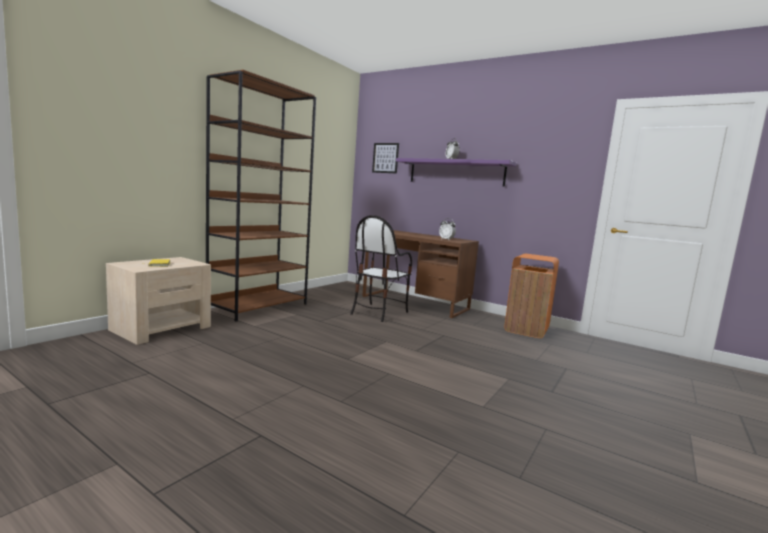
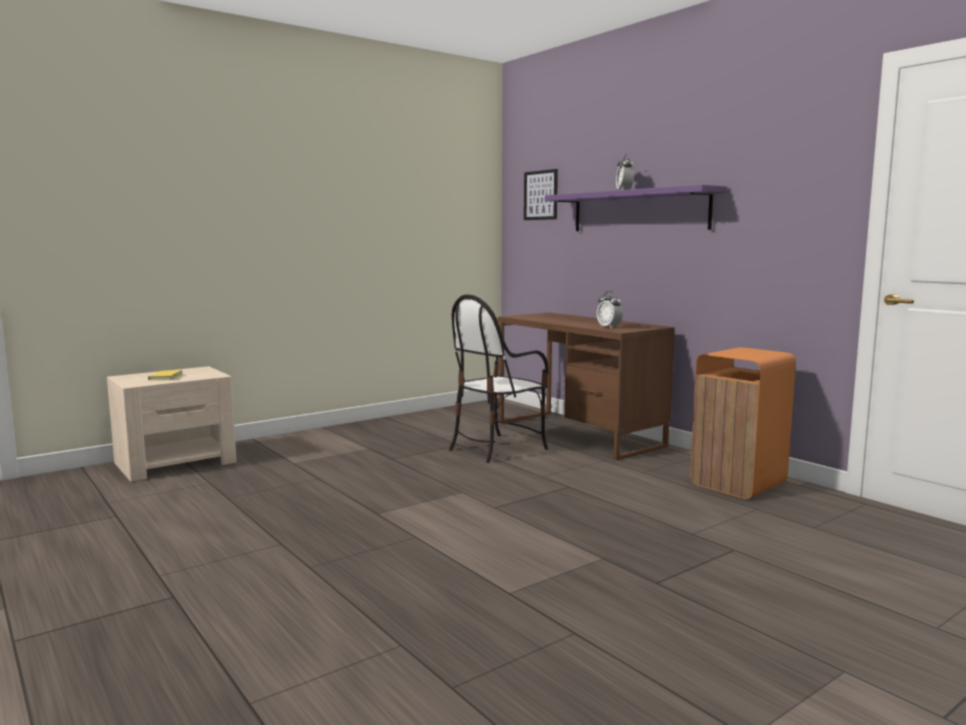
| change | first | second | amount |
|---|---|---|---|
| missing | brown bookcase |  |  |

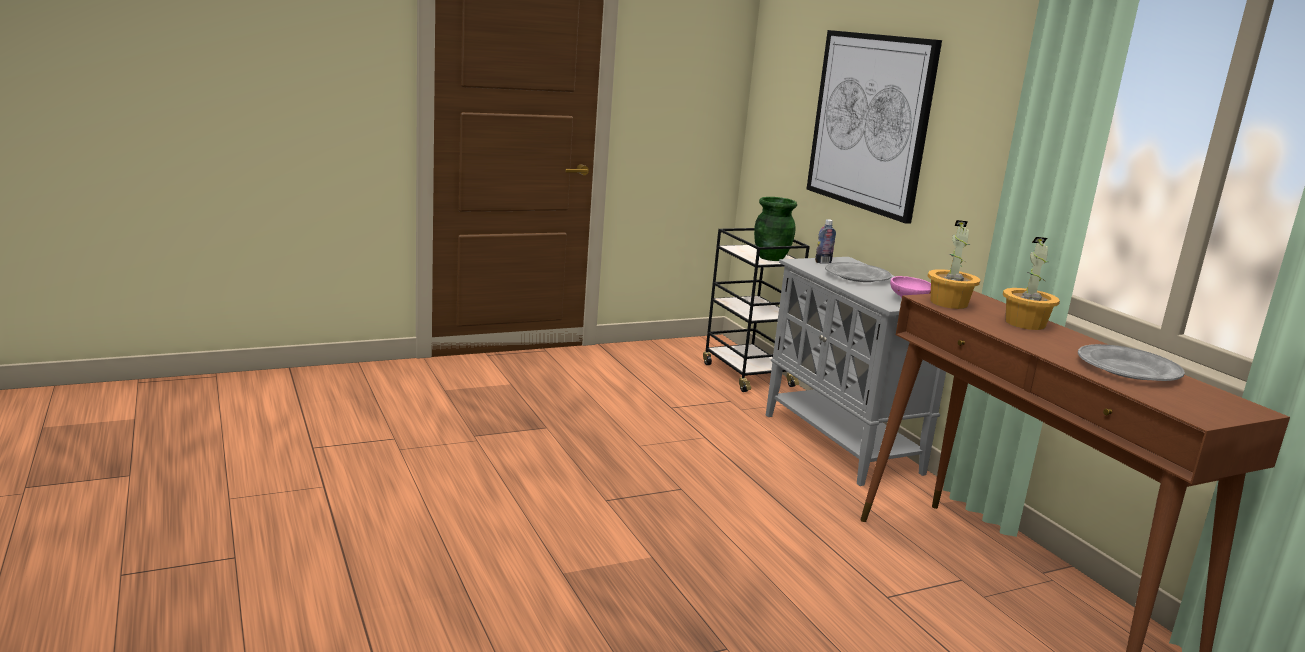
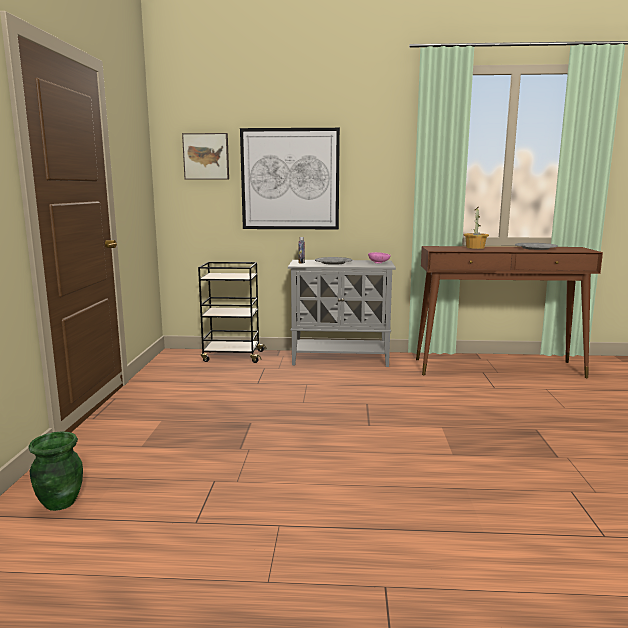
| change | first | second | amount |
|---|---|---|---|
| missing | potted plant (no. 1 from left) |  |  |
| appeared |  | picture (no. 1 from left) |  |
| relocated | greenish vase |  |  |

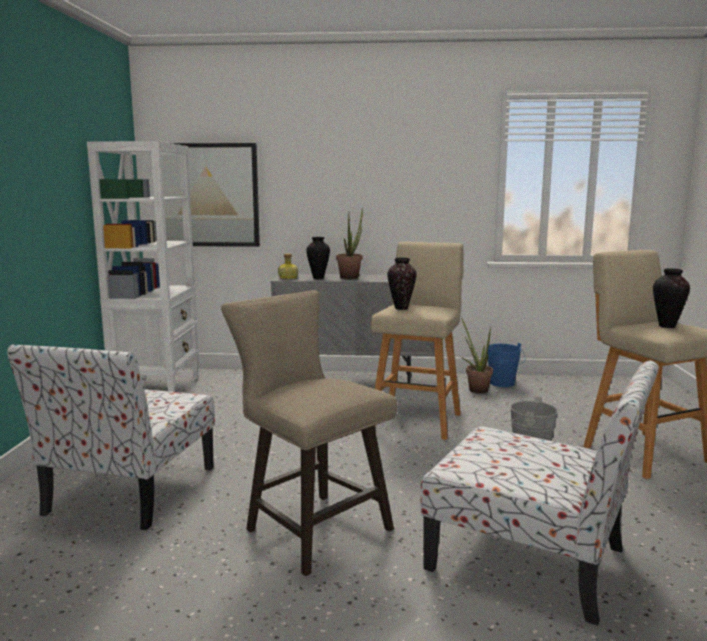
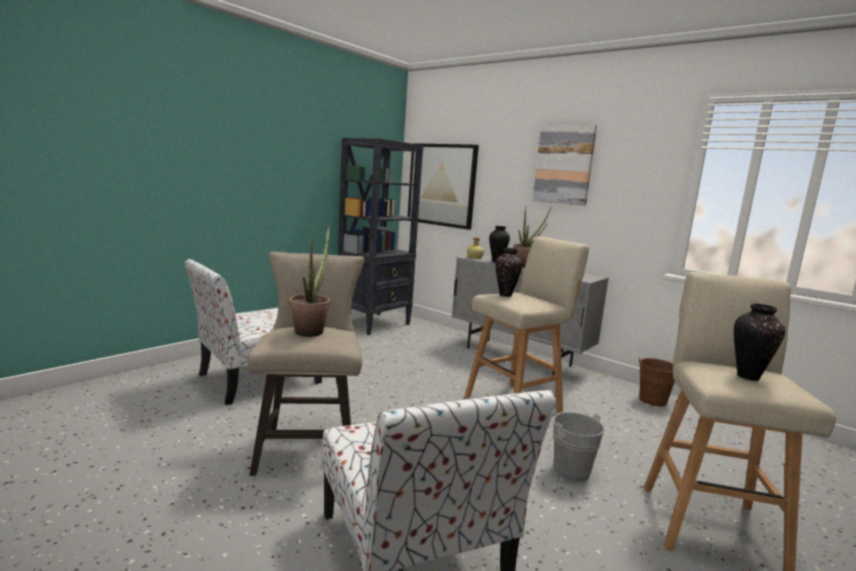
| change | first | second | amount |
|---|---|---|---|
| appeared |  | picture (no. 2 from left) |  |
| relocated | potted plant (no. 2 from left in the first image) | potted plant (no. 1 from left) |  |
| colour | white bookcase | blackish bookcase |  |
| colour | blue water bucket | brown water bucket |  |

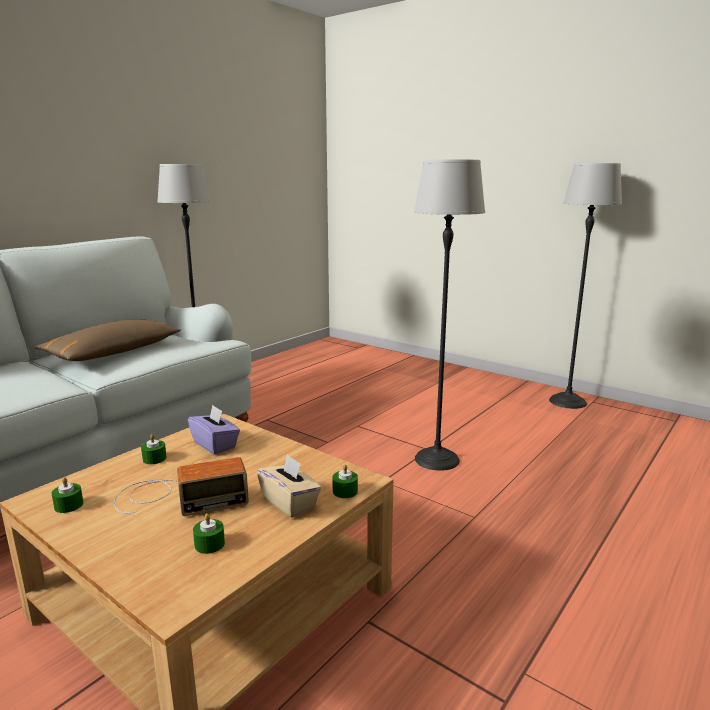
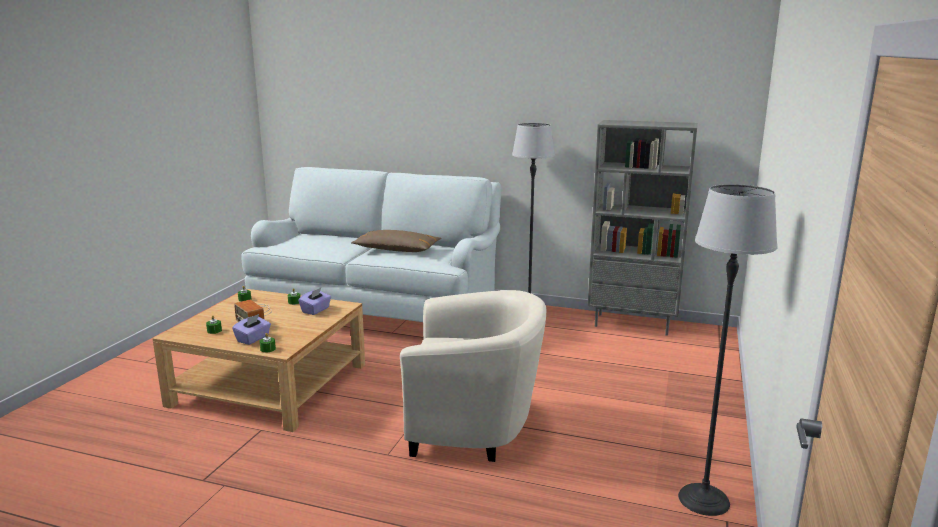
| change | first | second | amount |
|---|---|---|---|
| appeared |  | grey bookcase |  |
| exchanged | floor lamp (no. 2 from left) | beige-coloured armchair |  |
| colour | beige-coloured tissue holder | purple tissue holder (no. 1 from left) |  |

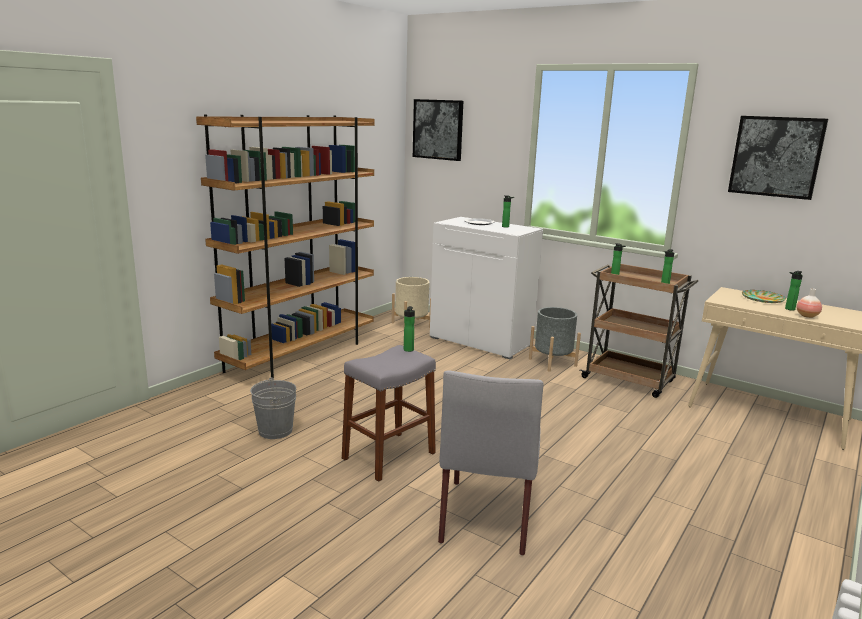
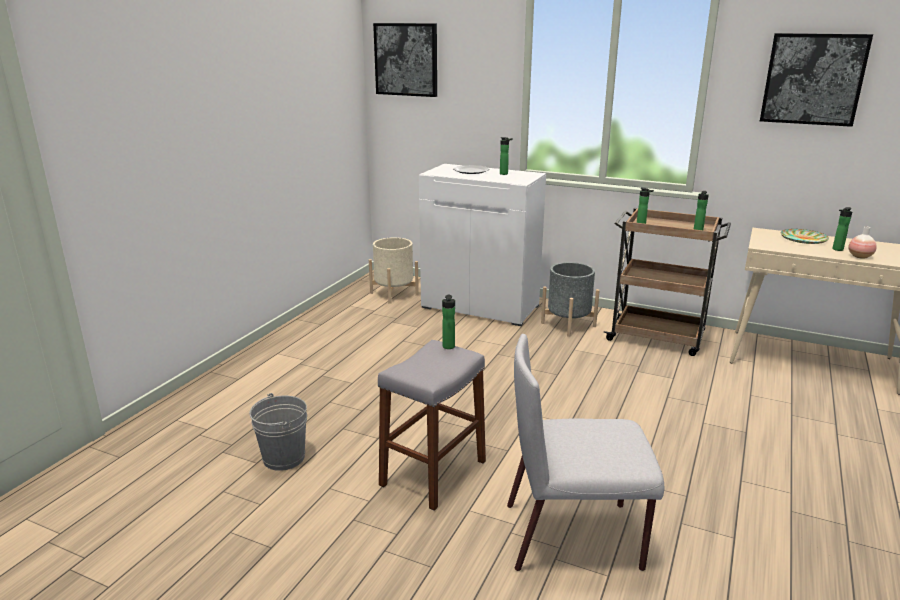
| change | first | second | amount |
|---|---|---|---|
| missing | brown bookcase |  |  |
| spun | grey chair |  | 90 degrees clockwise |

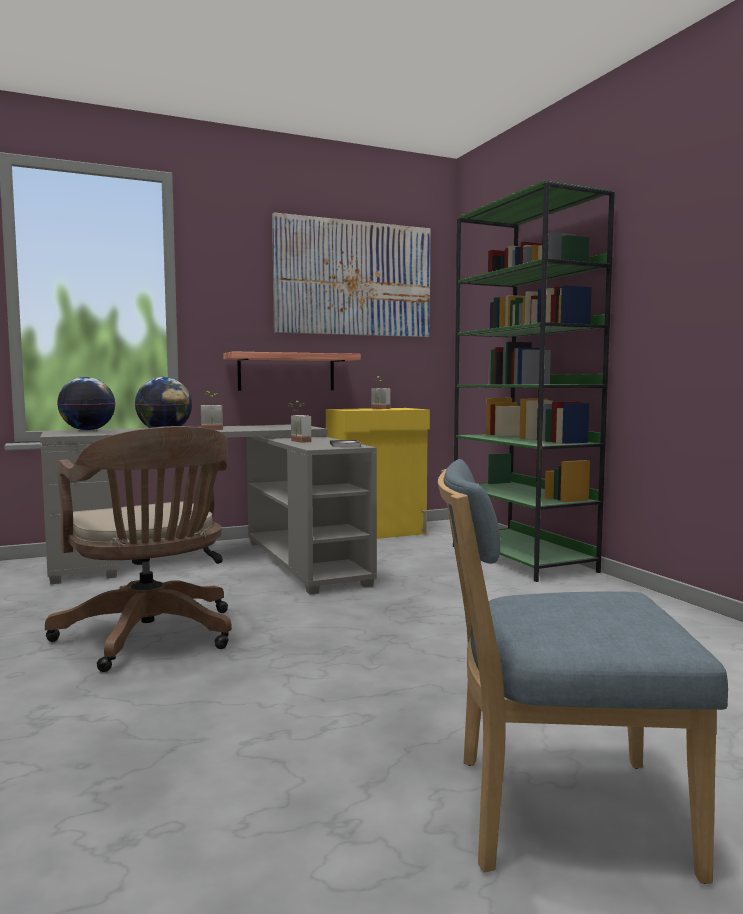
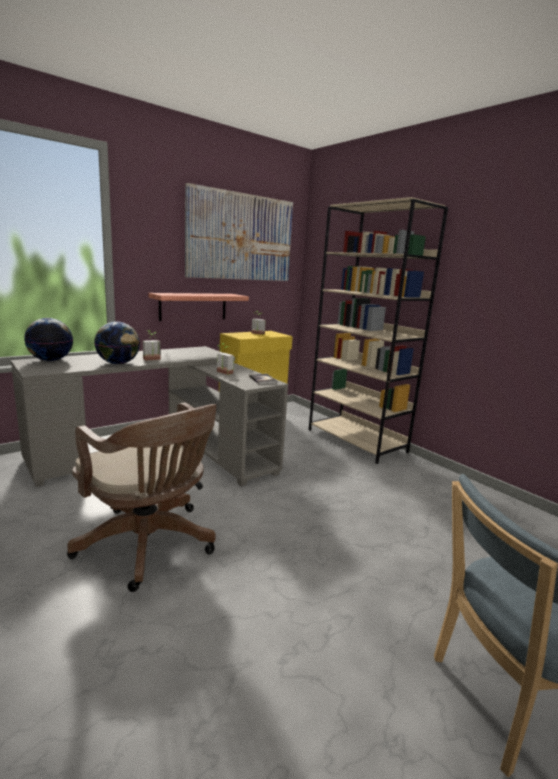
| change | first | second | amount |
|---|---|---|---|
| colour | greenish bookcase | beige-coloured bookcase |  |

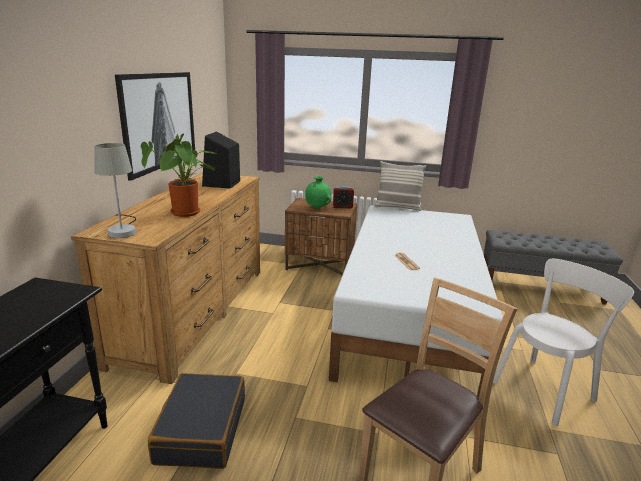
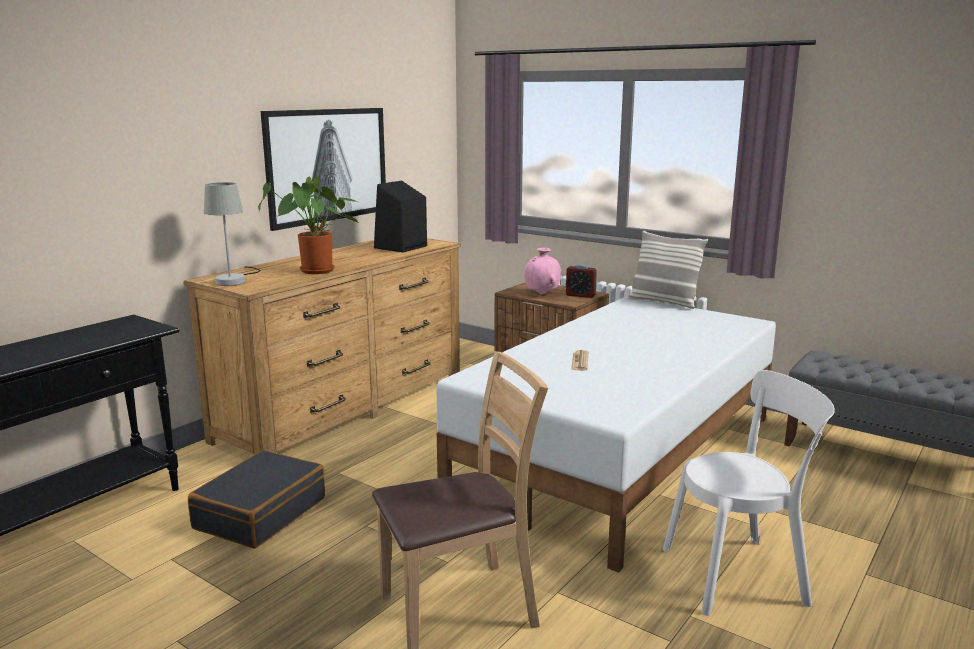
| change | first | second | amount |
|---|---|---|---|
| colour | greenish vase | pink-coloured vase |  |

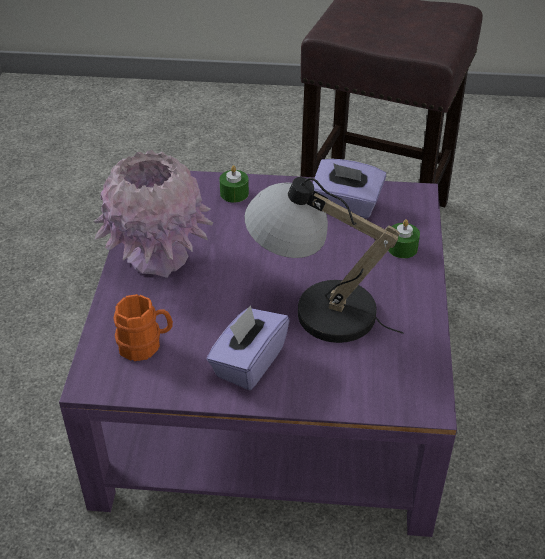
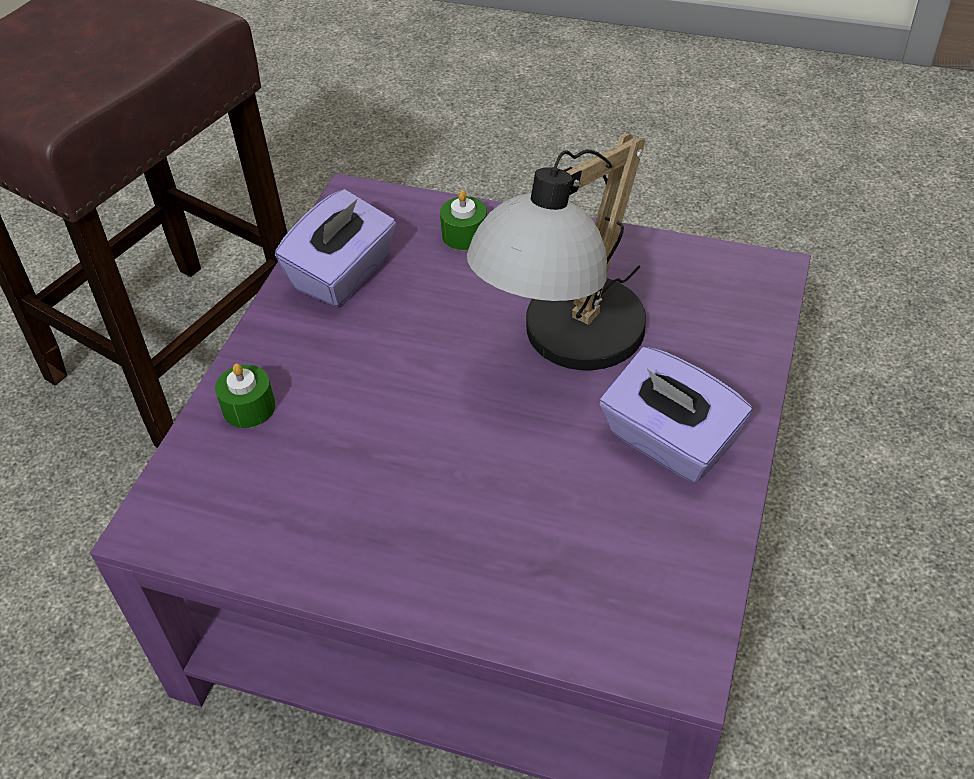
| change | first | second | amount |
|---|---|---|---|
| missing | pink-coloured vase |  |  |
| missing | orangey tea mug |  |  |

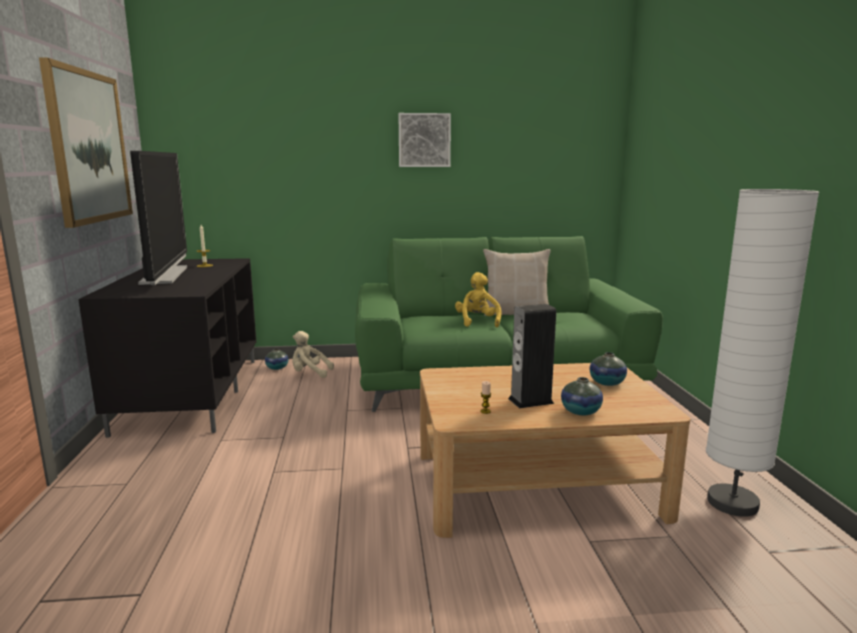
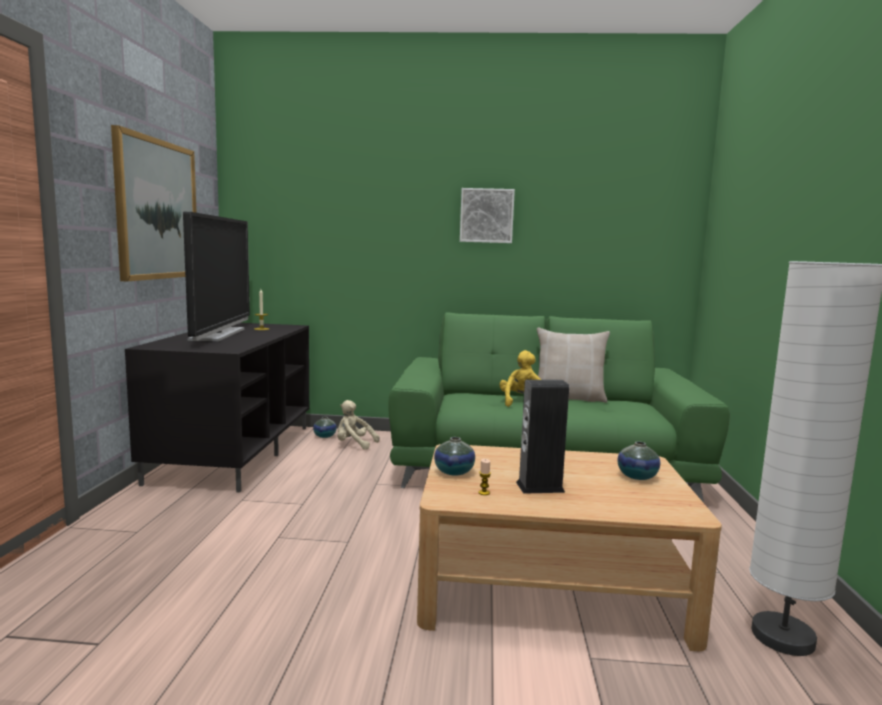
| change | first | second | amount |
|---|---|---|---|
| relocated | vase (no. 2 from left) |  |  |

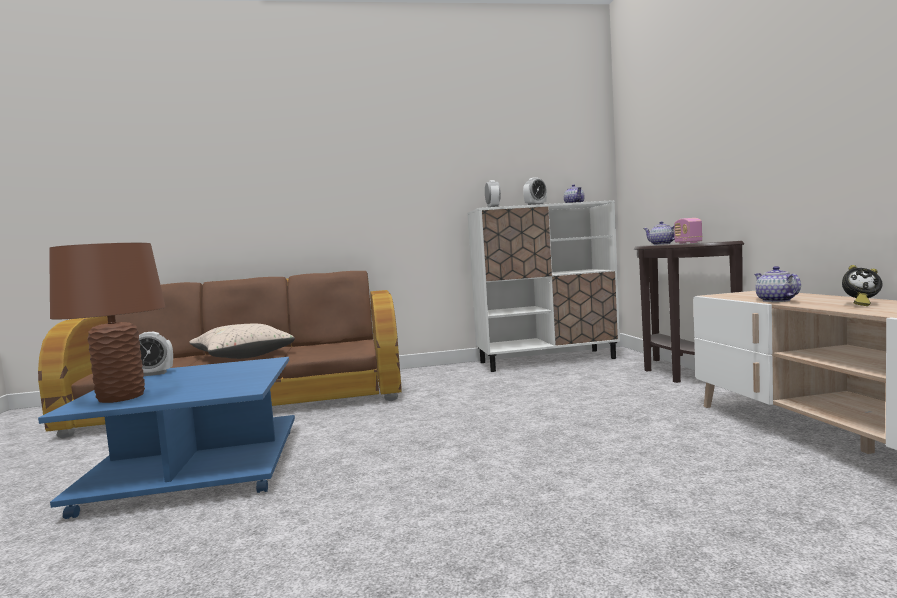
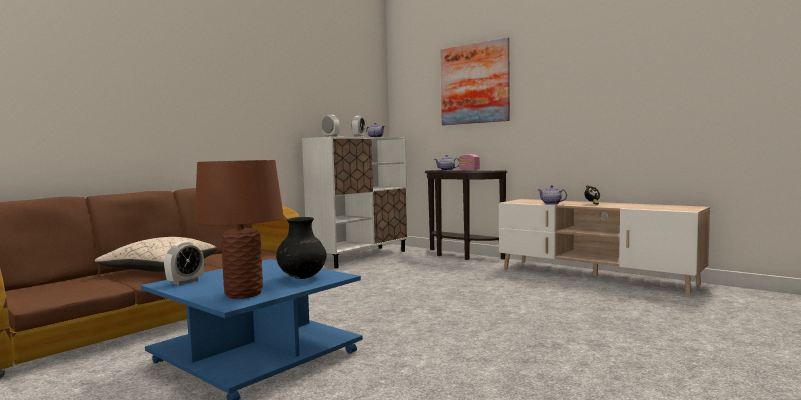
| change | first | second | amount |
|---|---|---|---|
| appeared |  | blackish vase |  |
| appeared |  | picture |  |

